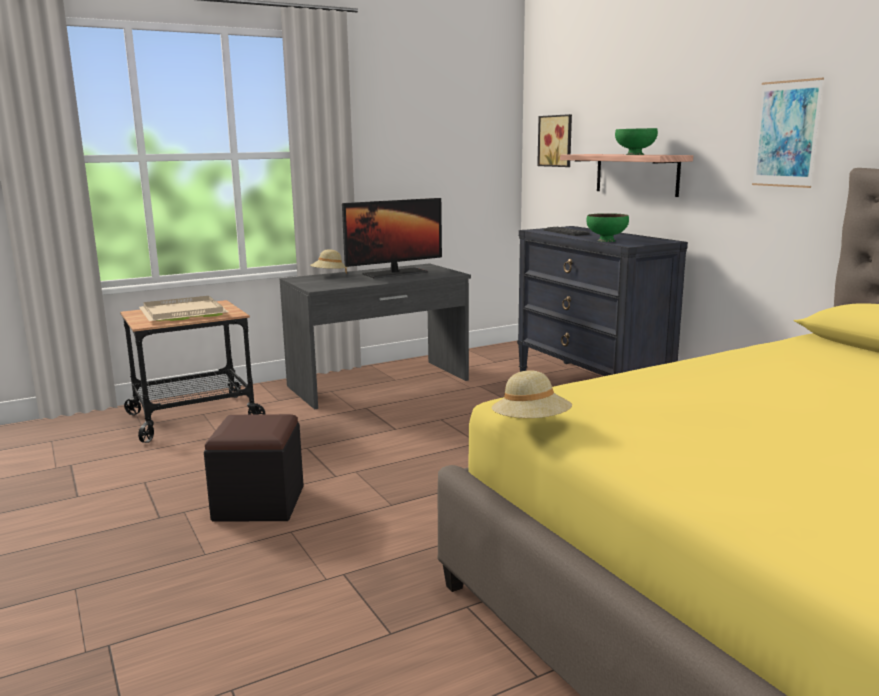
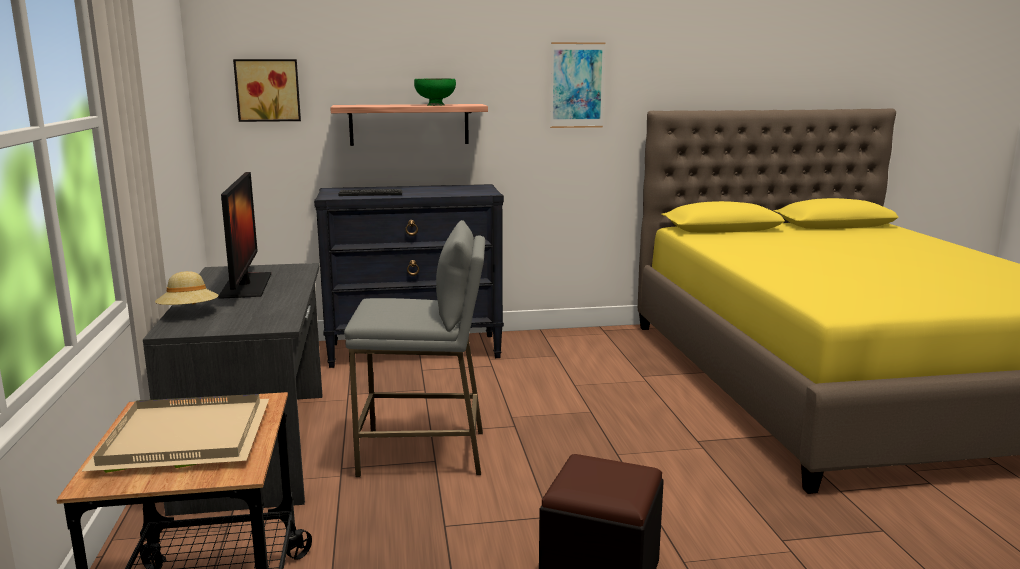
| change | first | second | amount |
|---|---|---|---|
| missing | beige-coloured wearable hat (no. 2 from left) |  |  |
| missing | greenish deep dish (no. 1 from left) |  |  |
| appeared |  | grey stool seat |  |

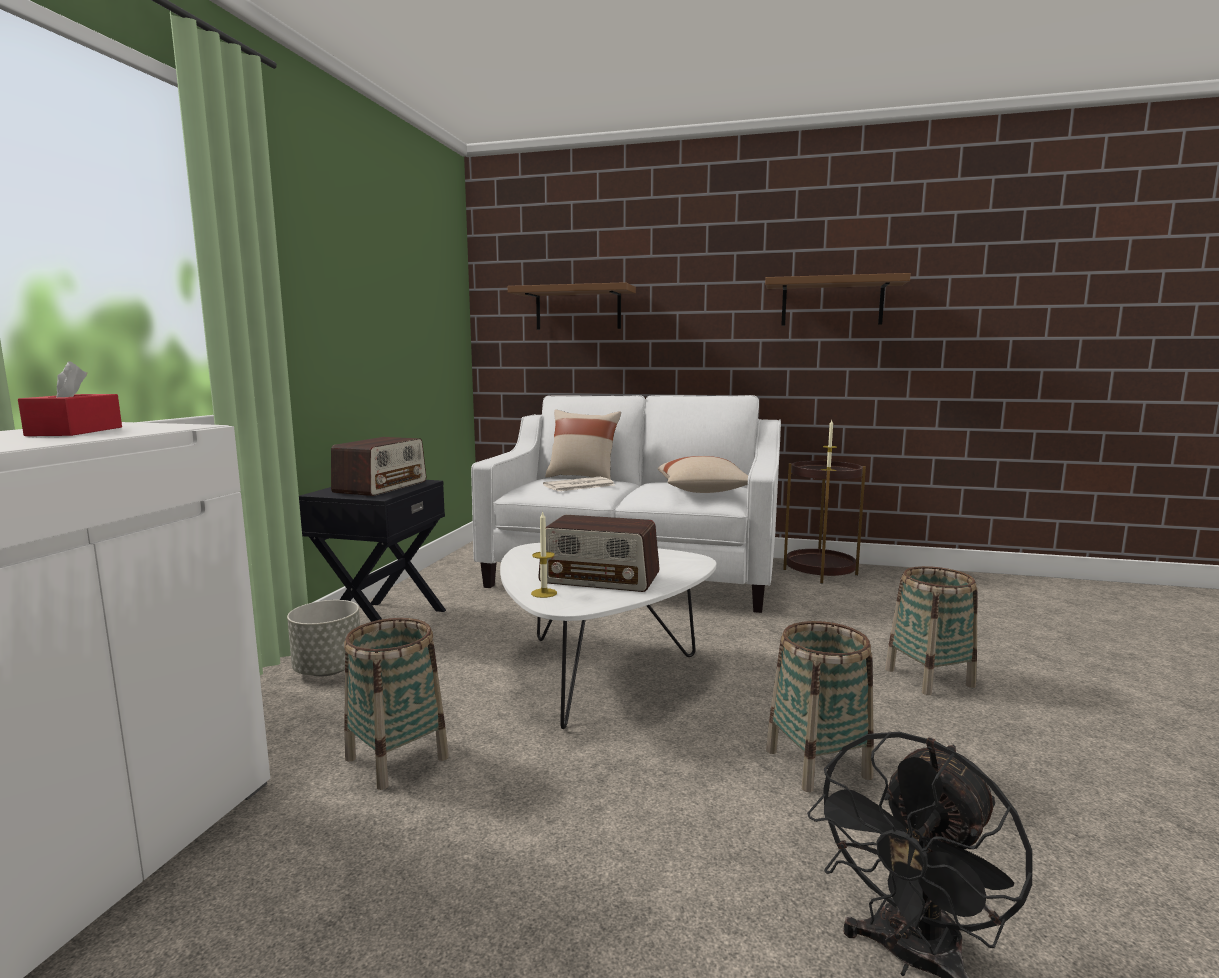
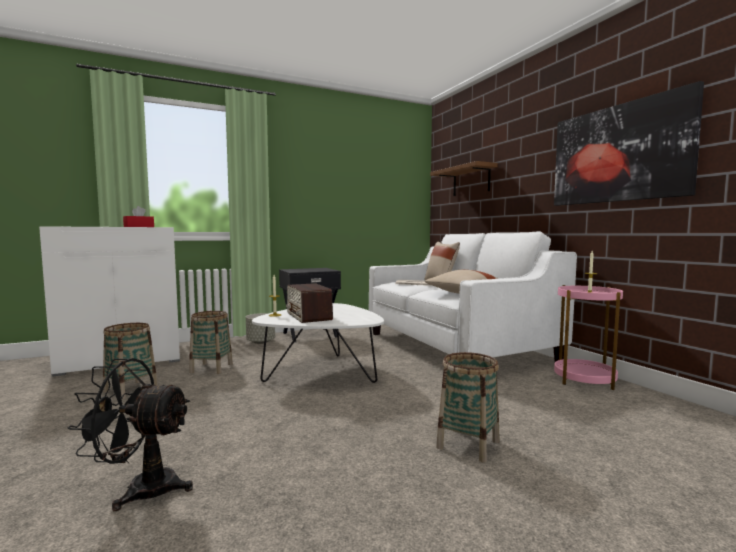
| change | first | second | amount |
|---|---|---|---|
| missing | radio set (no. 1 from left) |  |  |
| relocated | storage basket (no. 2 from left in the first image) | storage basket (no. 1 from left) |  |
| exchanged | brown shelf (no. 2 from left) | picture |  |
| colour | brown accent table | pink-coloured accent table |  |

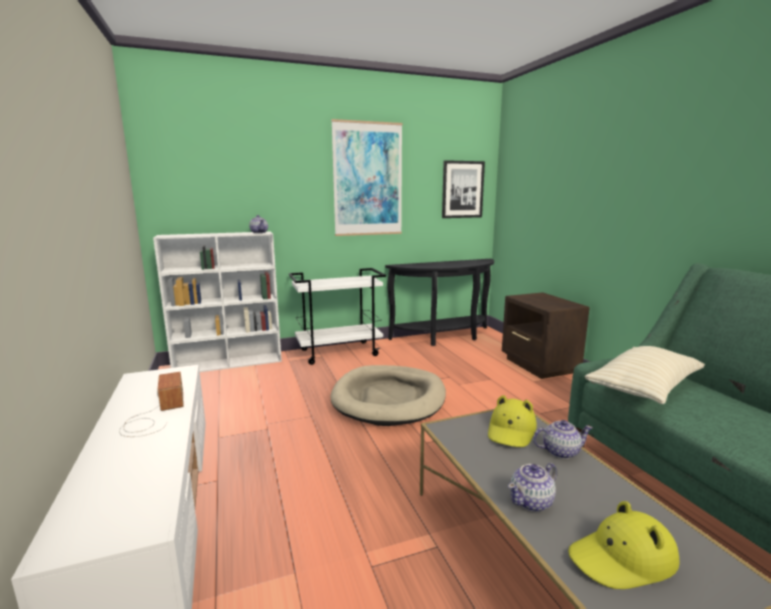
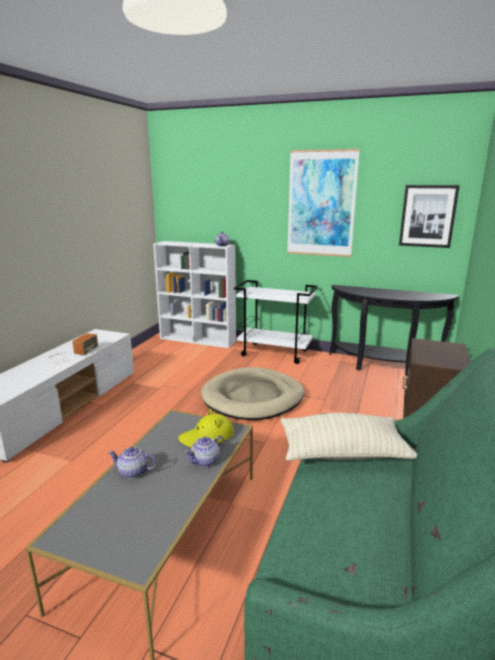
| change | first | second | amount |
|---|---|---|---|
| missing | yellow wearable hat (no. 2 from left) |  |  |
| spun | teapot (no. 3 from left in the first image) | teapot (no. 2 from left) | 105 degrees clockwise |

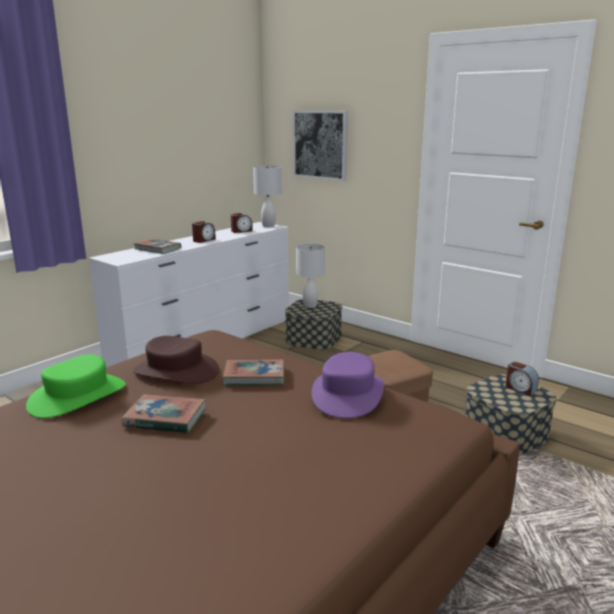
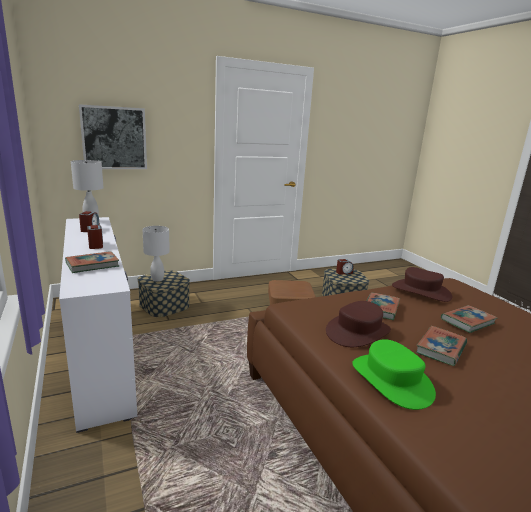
| change | first | second | amount |
|---|---|---|---|
| appeared |  | book (no. 4 from left) |  |
| colour | purple wearable hat | brown wearable hat (no. 2 from left) |  |

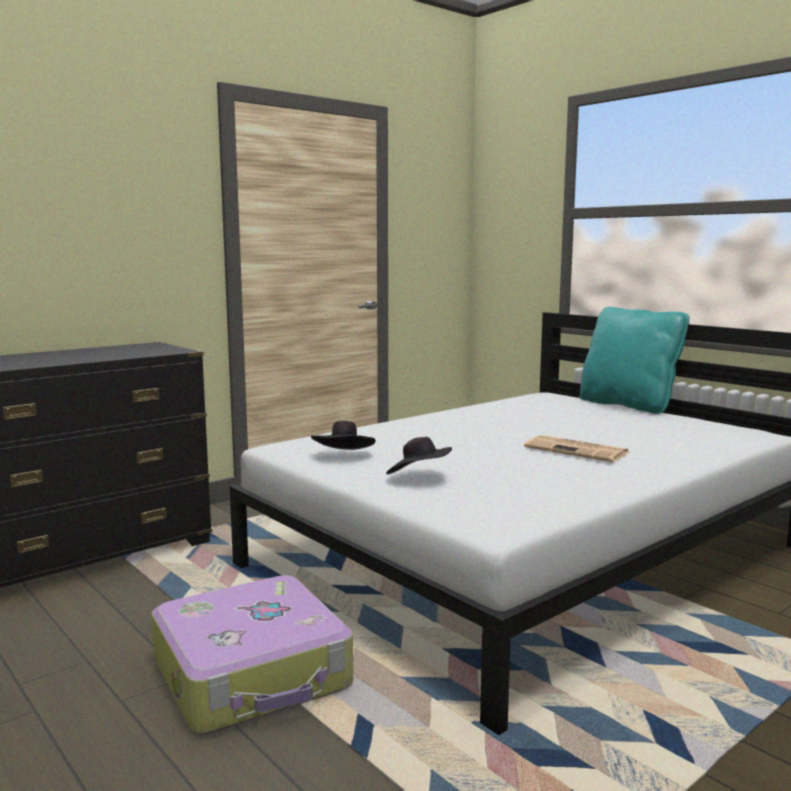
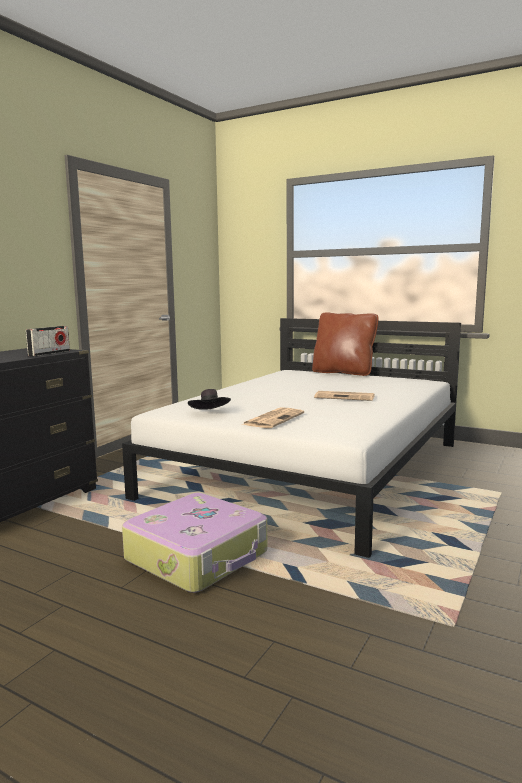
| change | first | second | amount |
|---|---|---|---|
| appeared |  | radio set |  |
| exchanged | blackish wearable hat (no. 2 from left) | daily paper (no. 1 from left) |  |
| colour | turquoise-coloured throw pillow | brown throw pillow |  |

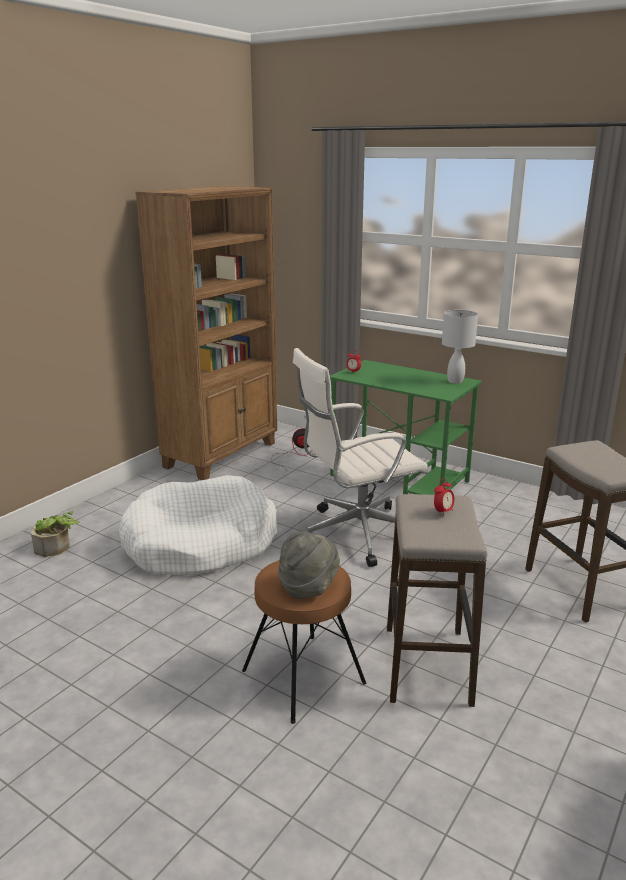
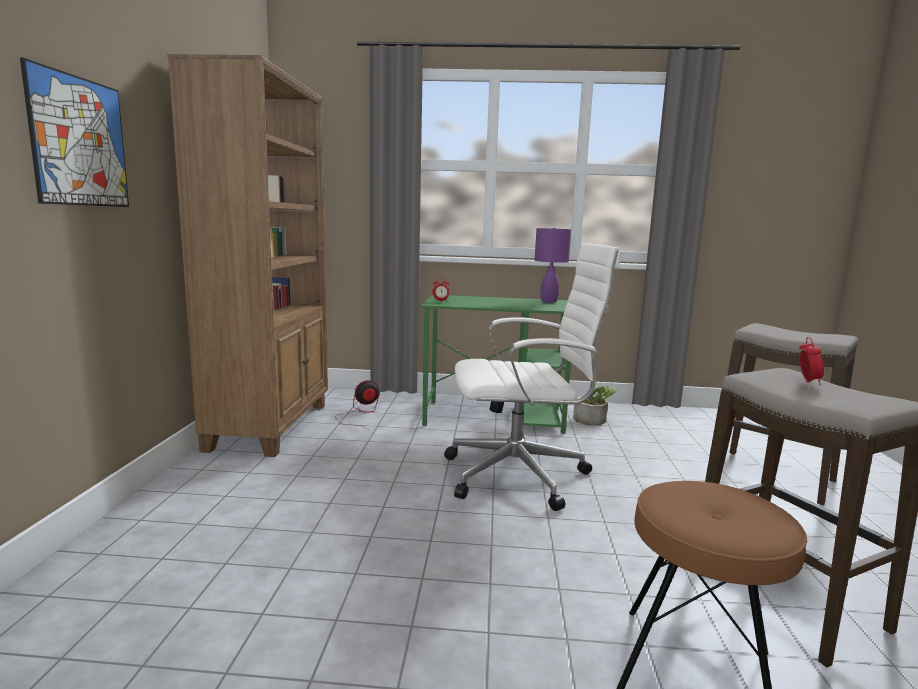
| change | first | second | amount |
|---|---|---|---|
| missing | white pet bed |  |  |
| missing | grey wearable hat |  |  |
| appeared |  | picture |  |
| relocated | potted plant |  |  |
| colour | white lamp for a table | purple lamp for a table |  |
| spun | white office chair |  | 135 degrees counterclockwise |

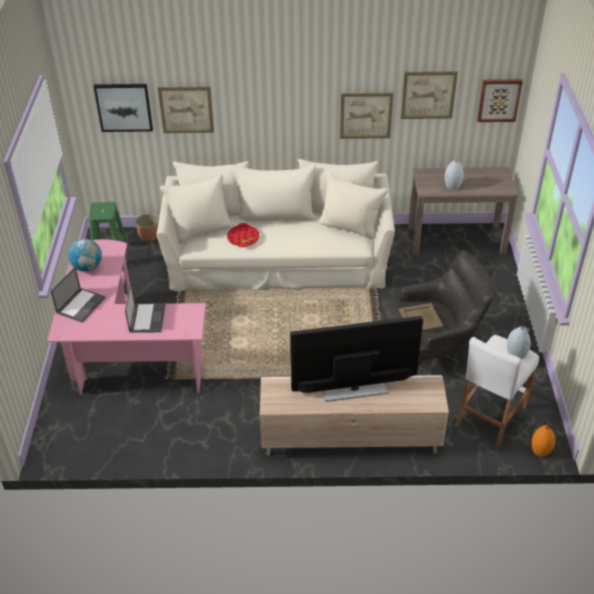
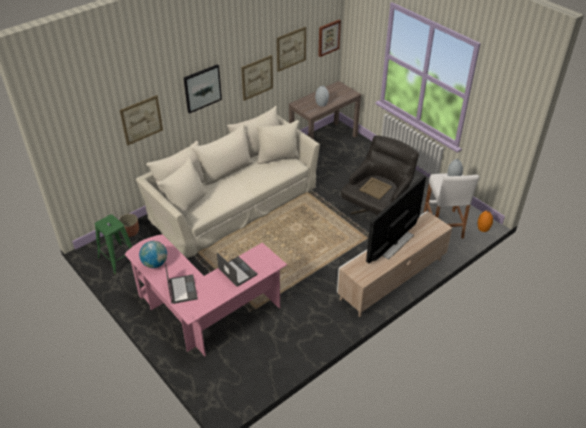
| change | first | second | amount |
|---|---|---|---|
| missing | reddish tray |  |  |
| relocated | picture (no. 1 from left in the first image) | picture (no. 2 from left) |  |

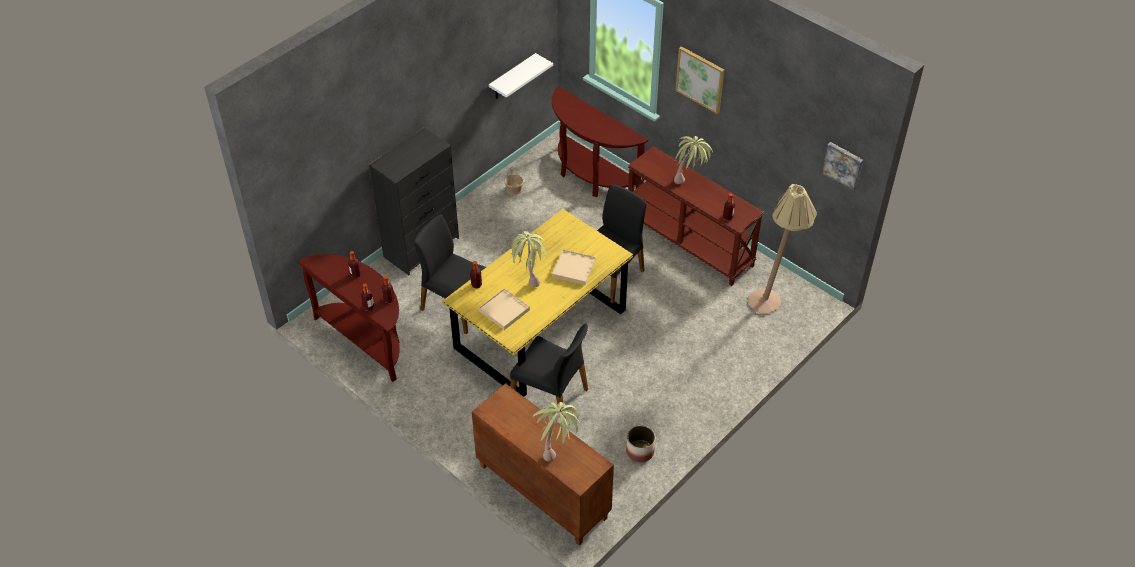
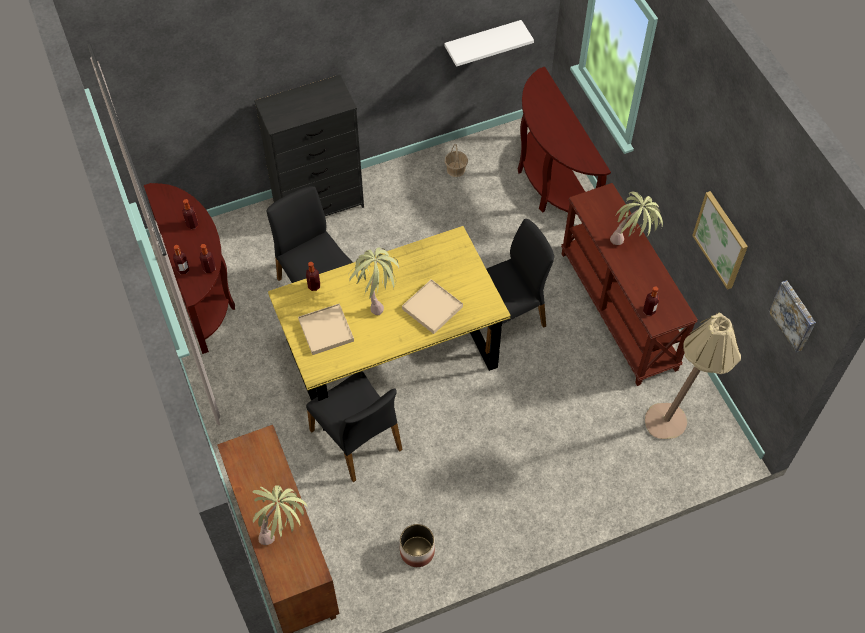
| change | first | second | amount |
|---|---|---|---|
| relocated | picture (no. 1 from left) |  |  |

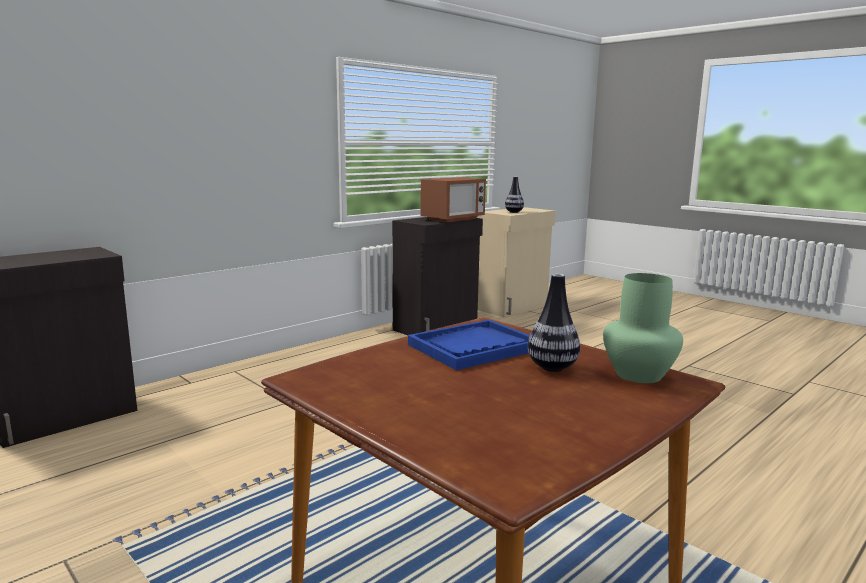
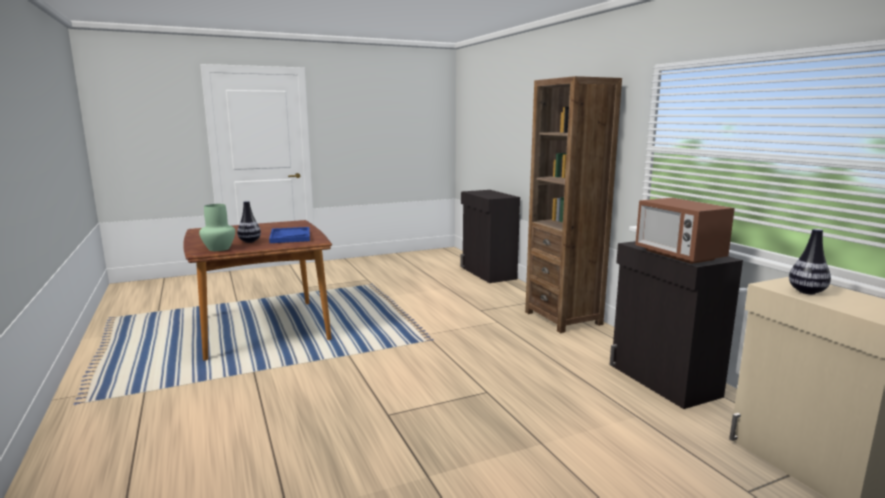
| change | first | second | amount |
|---|---|---|---|
| appeared |  | brown bookcase |  |

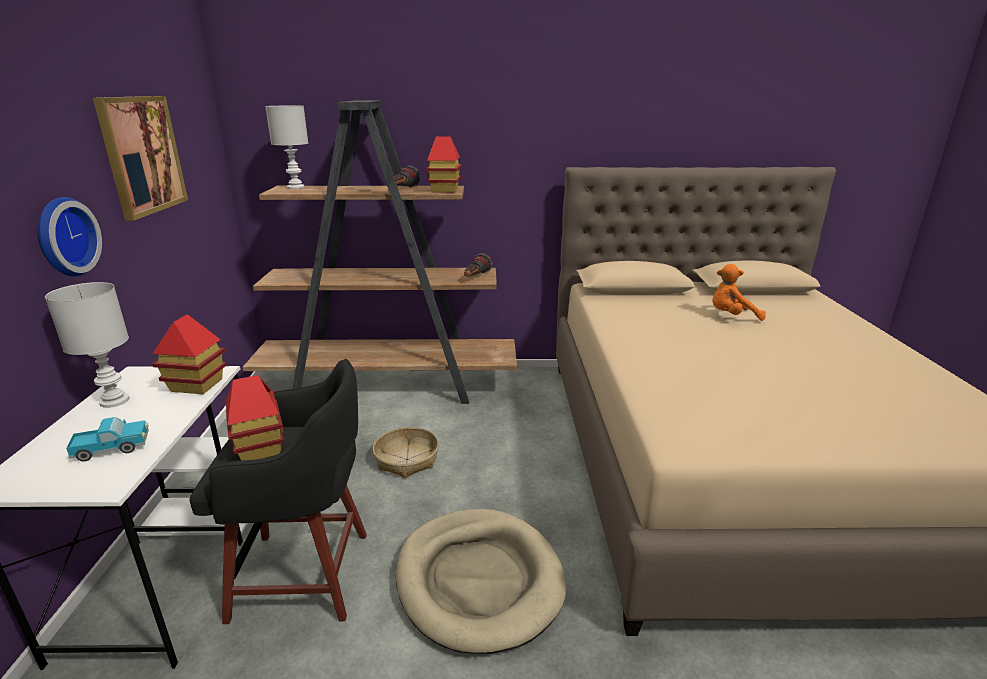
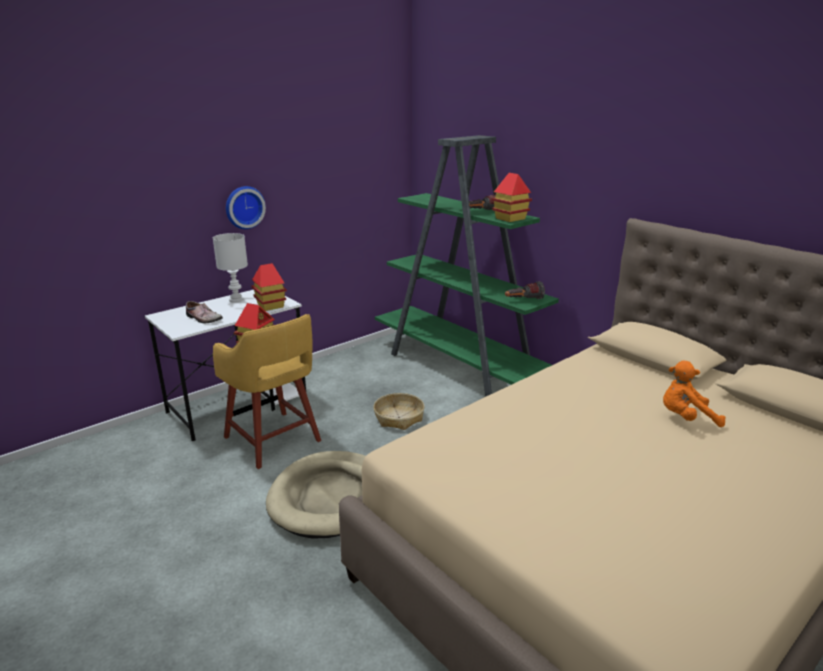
| change | first | second | amount |
|---|---|---|---|
| missing | picture |  |  |
| missing | white lamp for a table (no. 2 from left) |  |  |
| exchanged | toy truck | low shoe |  |
| colour | blackish stool seat | yellow stool seat |  |
| colour | brown bookcase | greenish bookcase |  |
| spun | orangey plush toy |  | 45 degrees counterclockwise |

